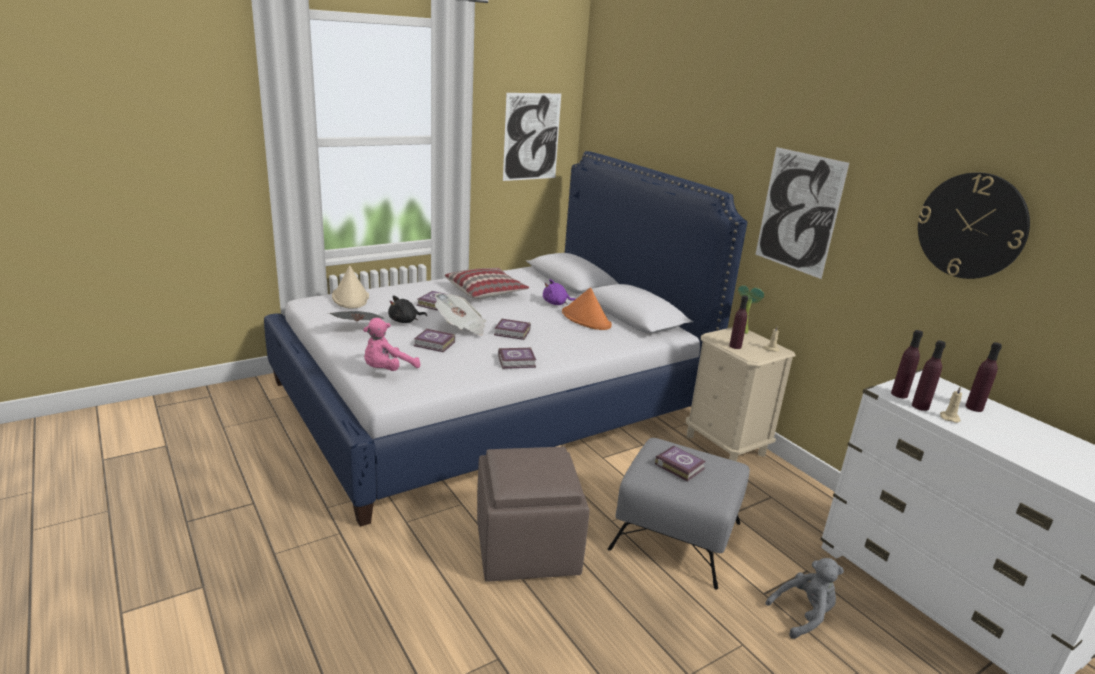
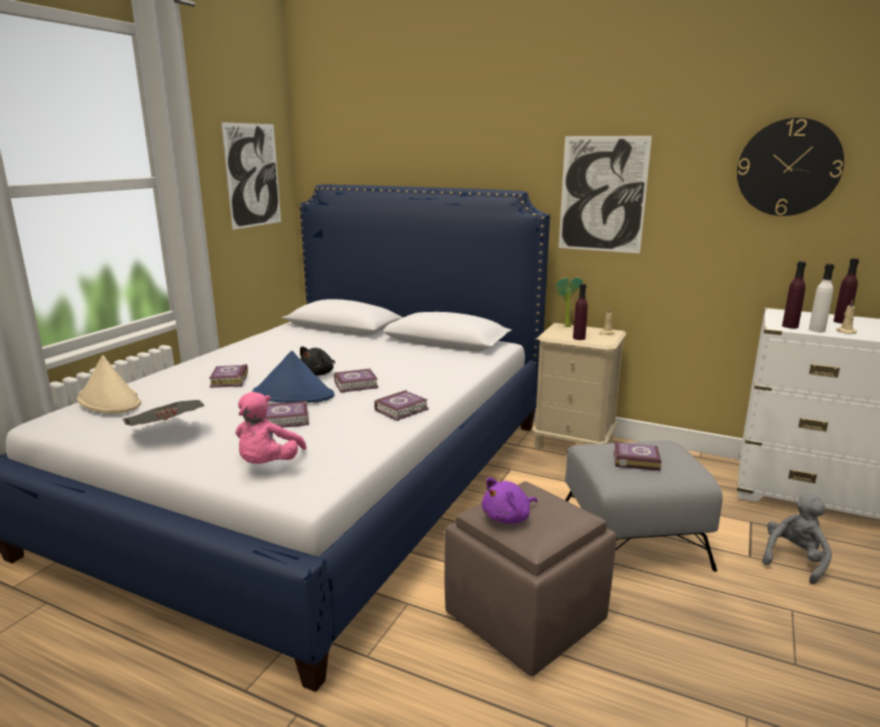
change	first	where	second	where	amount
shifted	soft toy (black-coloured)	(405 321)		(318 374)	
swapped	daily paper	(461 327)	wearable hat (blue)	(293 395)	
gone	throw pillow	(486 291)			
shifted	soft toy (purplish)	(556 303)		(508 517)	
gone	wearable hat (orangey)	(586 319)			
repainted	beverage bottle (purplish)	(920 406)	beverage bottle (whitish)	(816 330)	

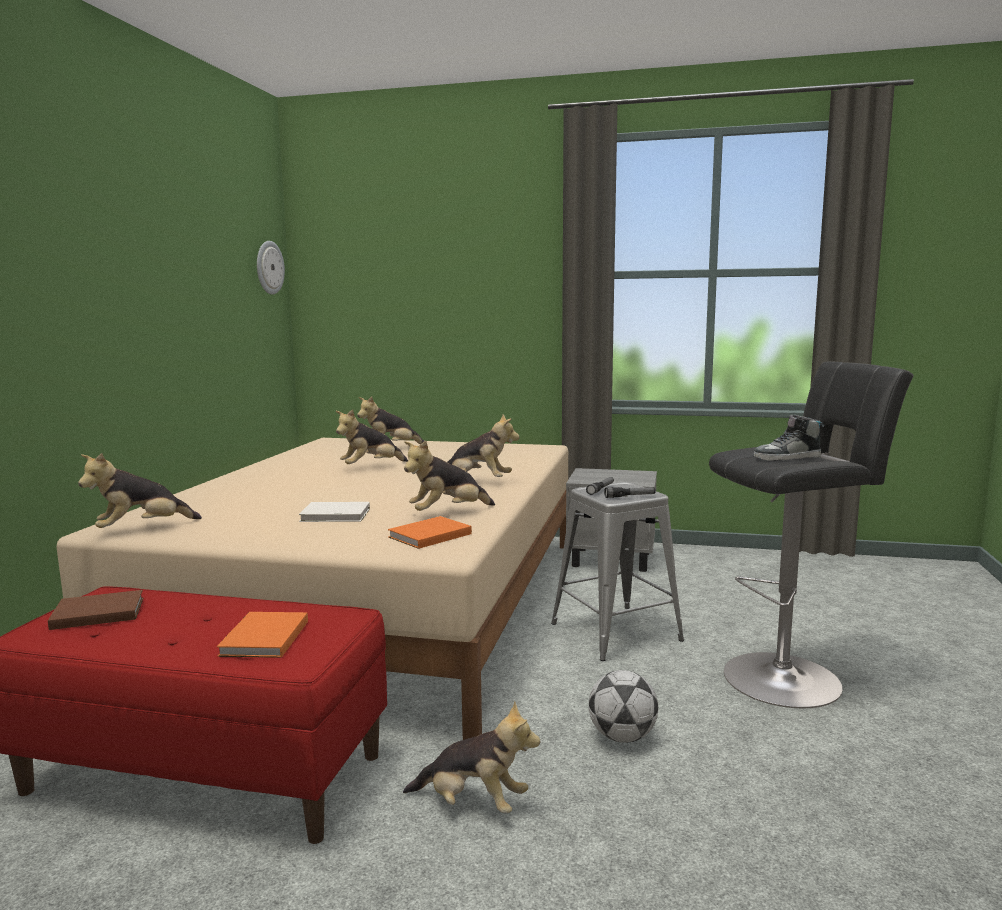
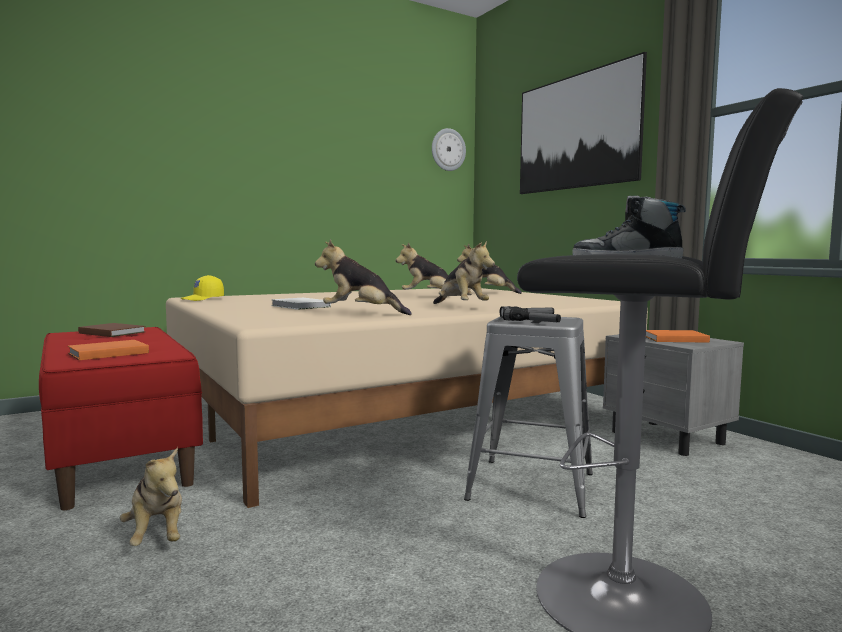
change	first	where	second	where	amount
swapped	soft toy	(141 529)	peaked cap (yellow)	(203 299)	
shifted	volume (orangey)	(427 536)		(673 339)	
gone	ball for football	(622 737)			
new			wall art	(576 132)	

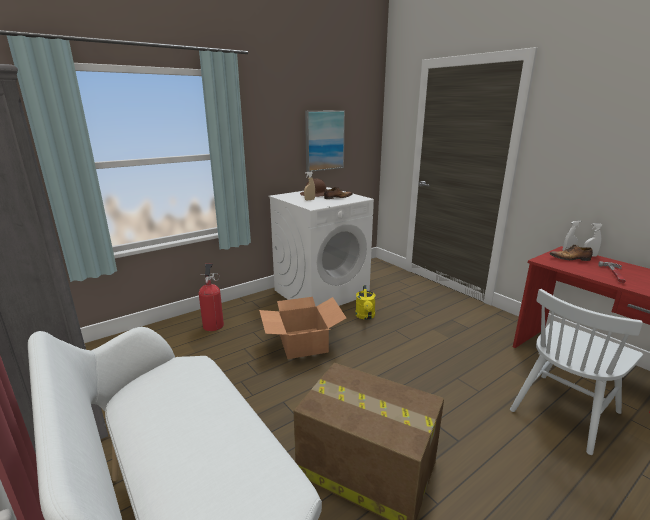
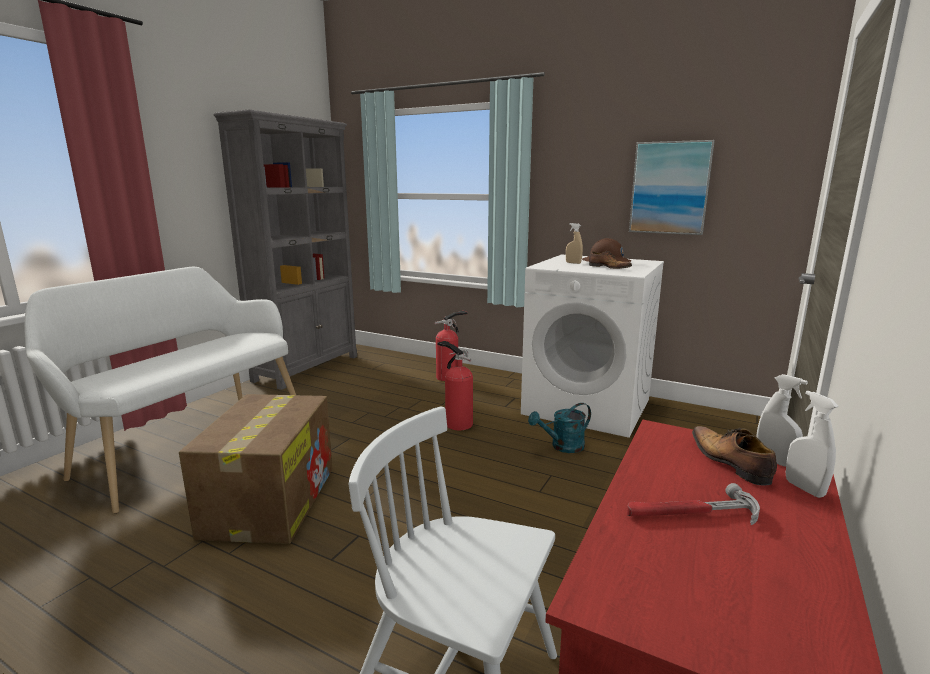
change	first	where	second	where	amount
swapped	packing box	(302 343)	fire extinguisher	(457 423)	
repainted	watering pot (yellow)	(365 316)	watering pot (turquoise-coloured)	(562 447)	

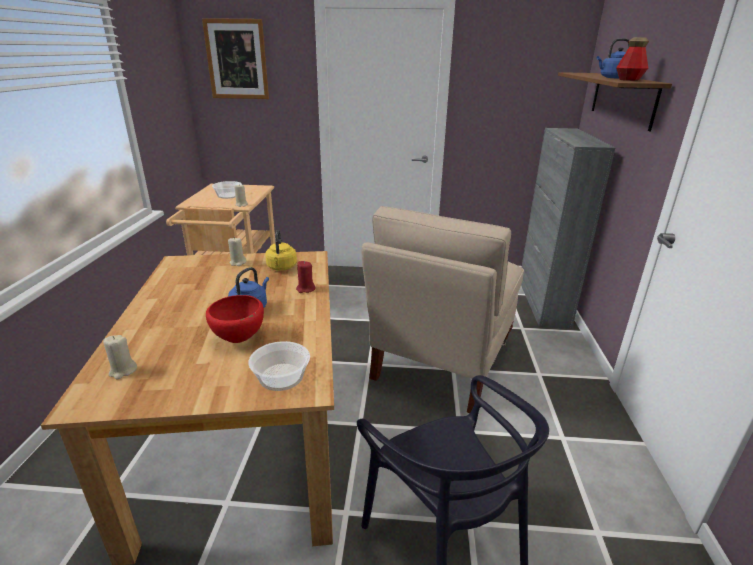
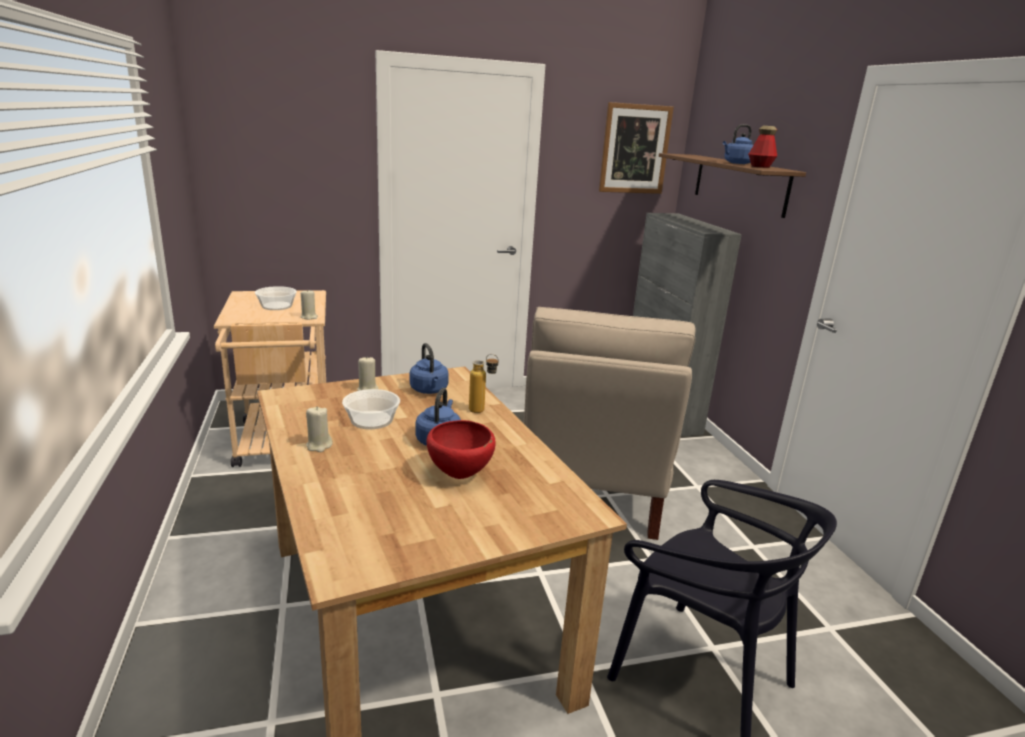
change	first	where	second	where	amount
shifted	candle (sand-coloured)	(123 371)		(319 445)	
shifted	wall art	(237 59)		(635 149)	
shifted	bowl	(281 376)		(371 419)	
repainted	kettle (yellow)	(281 267)	kettle (blue)	(429 390)	
swapped	candle (red)	(305 289)	beverage bottle	(482 411)	

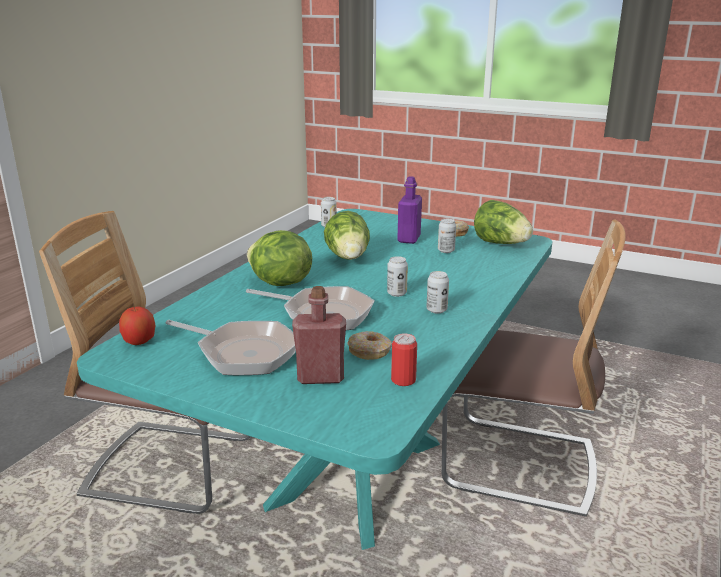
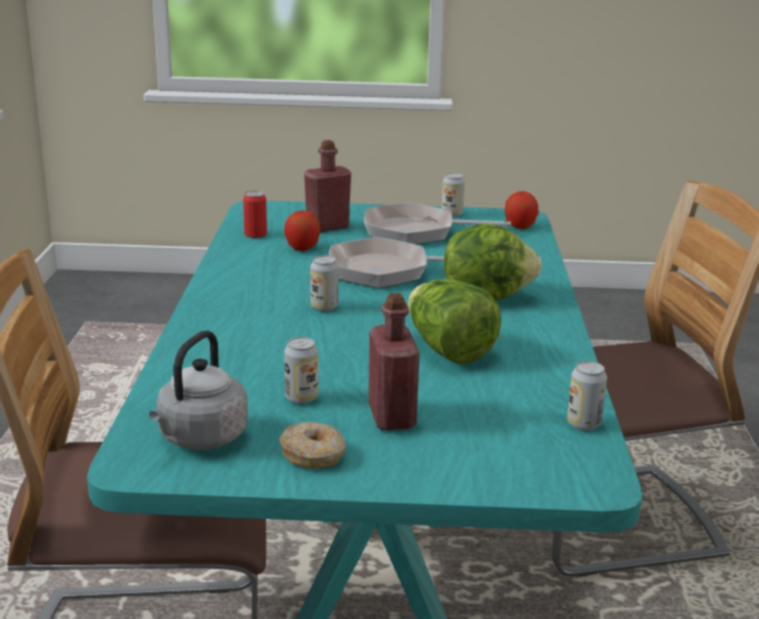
change	first	where	second	where	amount
swapped	doughnut	(370 351)	whole apple	(302 248)	
repainted	beverage bottle (purplish)	(409 239)	beverage bottle (red)	(391 416)	
shifted	sealed can	(436 310)		(452 214)	
swapped	head of lettuce	(501 244)	kettle (gray)	(200 439)	

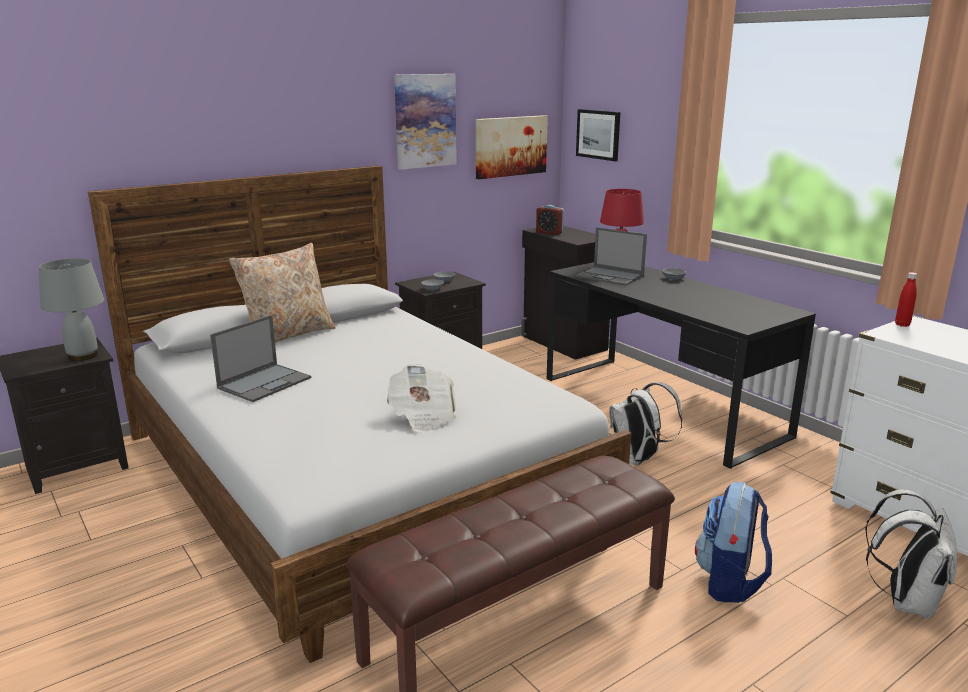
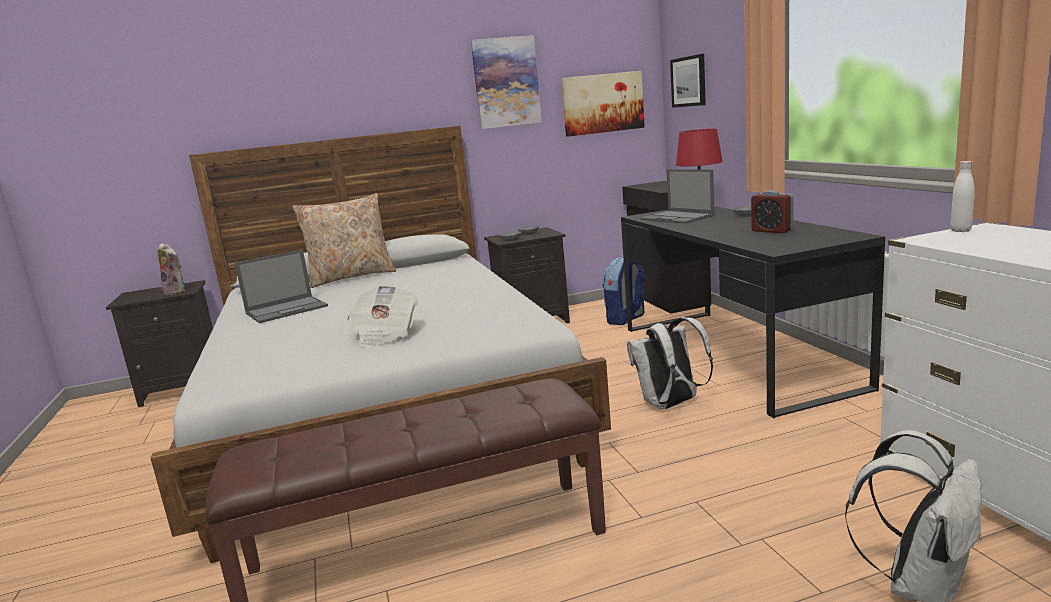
change	first	where	second	where	amount
swapped	tabletop lamp (gray)	(82 356)	soft toy	(177 292)	
shifted	alarm clock	(549 232)		(772 231)	
shifted	rucksack	(730 582)		(626 319)	
repainted	beverage bottle (red)	(902 325)	beverage bottle (whitish)	(960 230)	

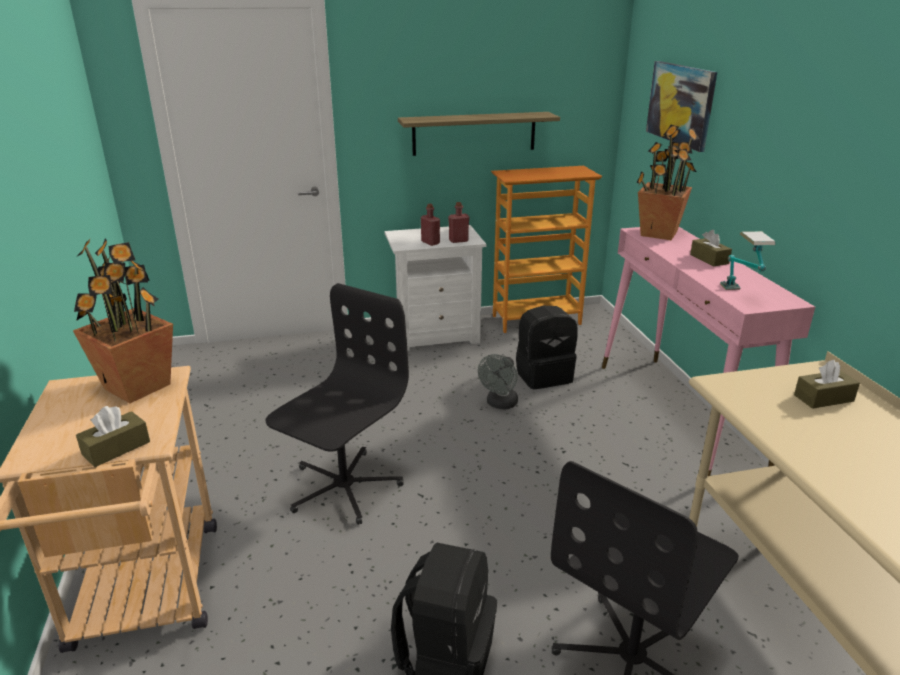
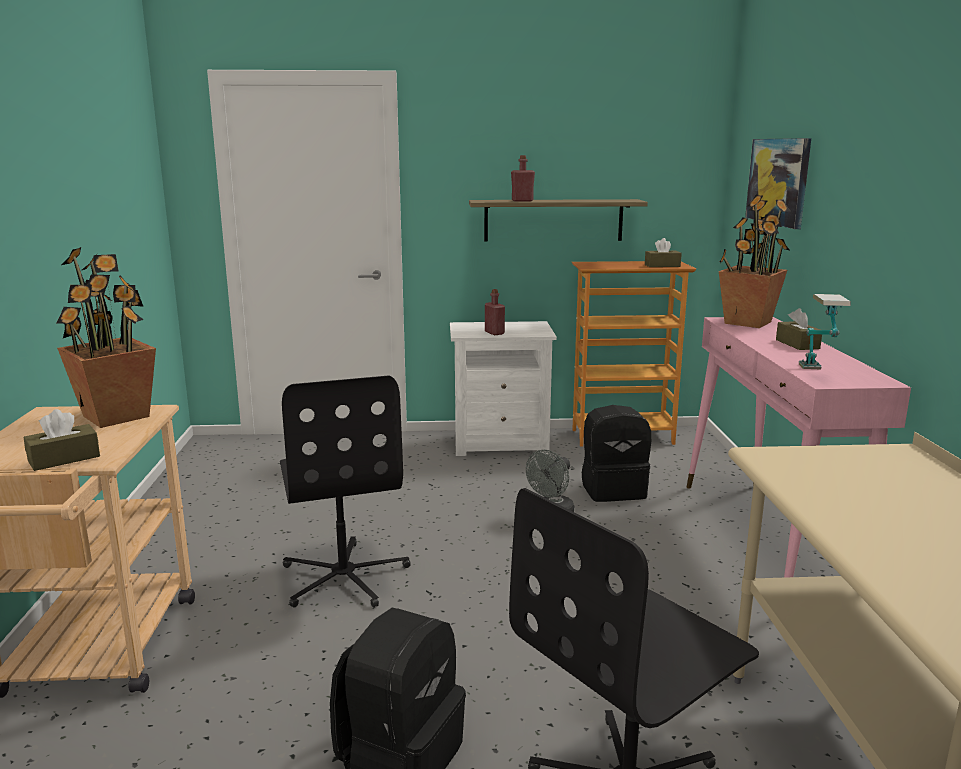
change	first	where	second	where	amount
rotated	desk chair (black-coloured)	(343 487)		(344 576)	120 degrees clockwise
shifted	beverage bottle (red)	(458 240)		(522 201)	
shifted	tissue box (brownish)	(823 398)		(662 265)	

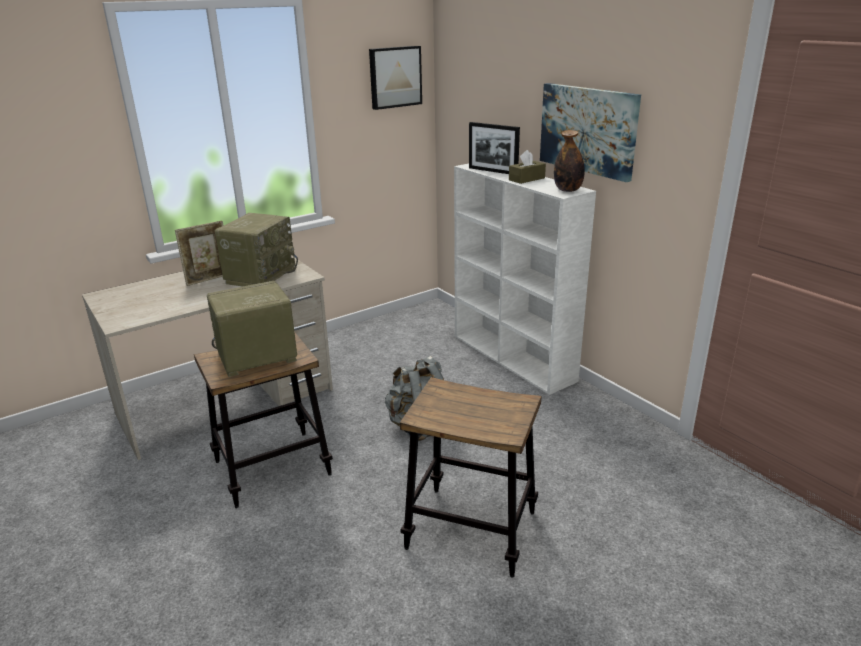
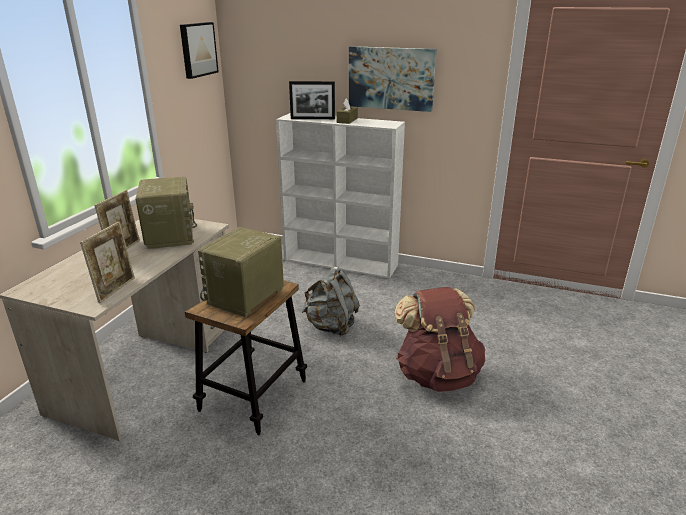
change	first	where	second	where	amount
swapped	stool	(471 530)	rucksack (brownish)	(437 374)	
gone	beverage bottle	(568 190)			
new			picture frame	(115 289)	

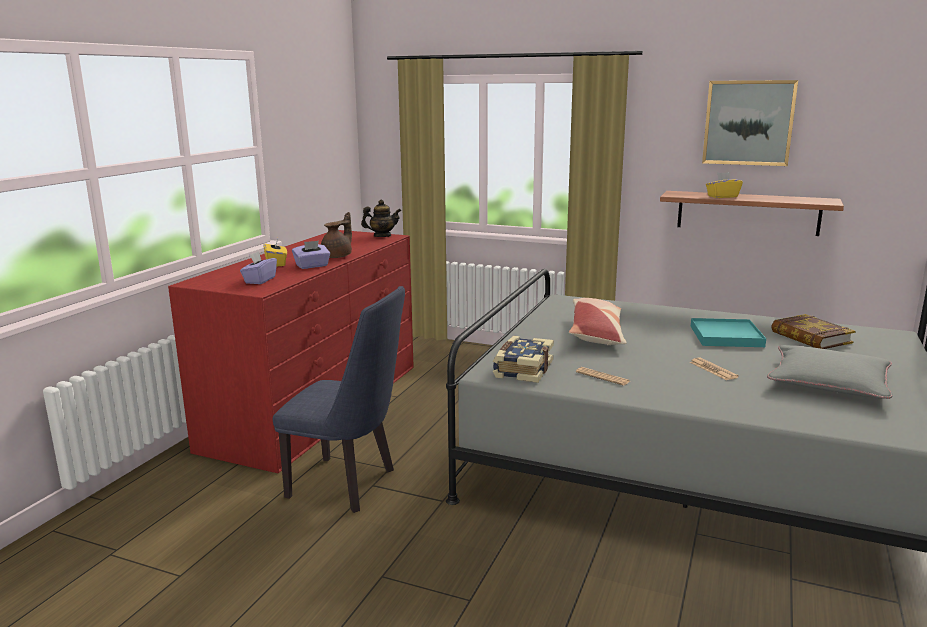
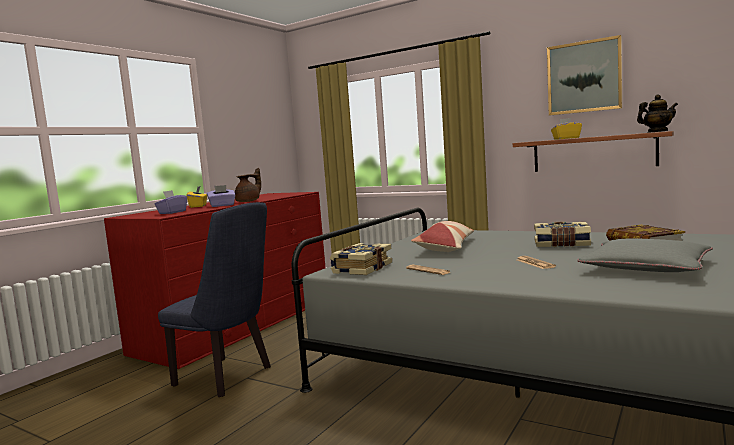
change	first	where	second	where	amount
shifted	tea pot	(382 236)		(657 131)	
swapped	tray (turquoise-coloured)	(726 336)	volume	(561 244)	

